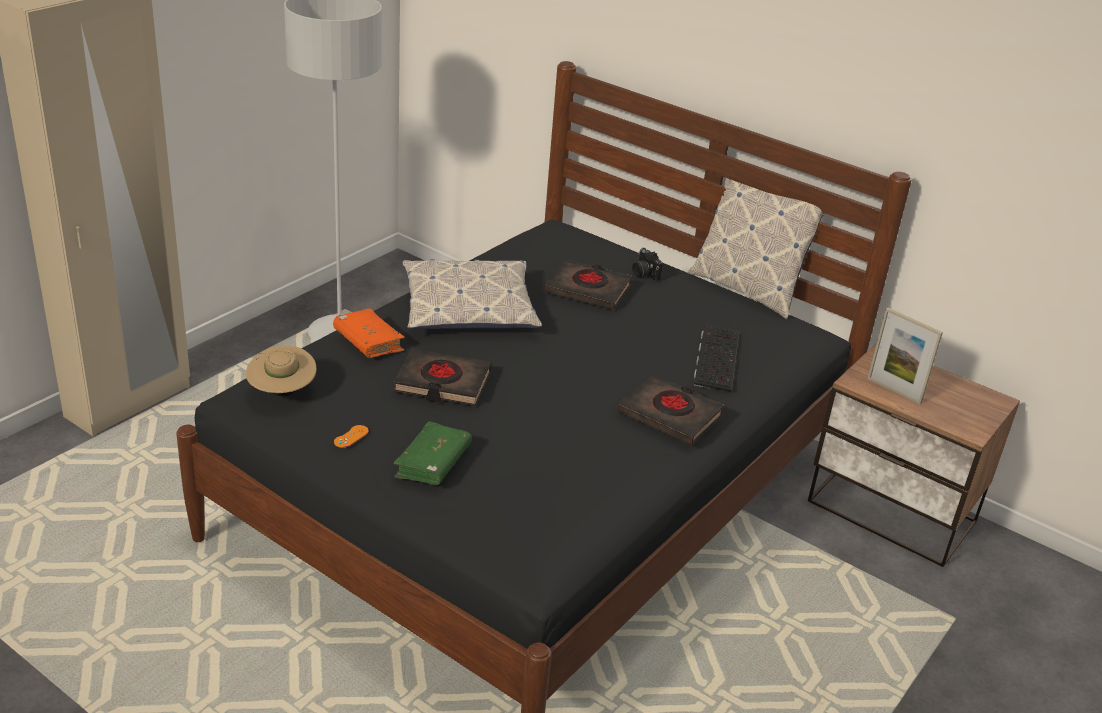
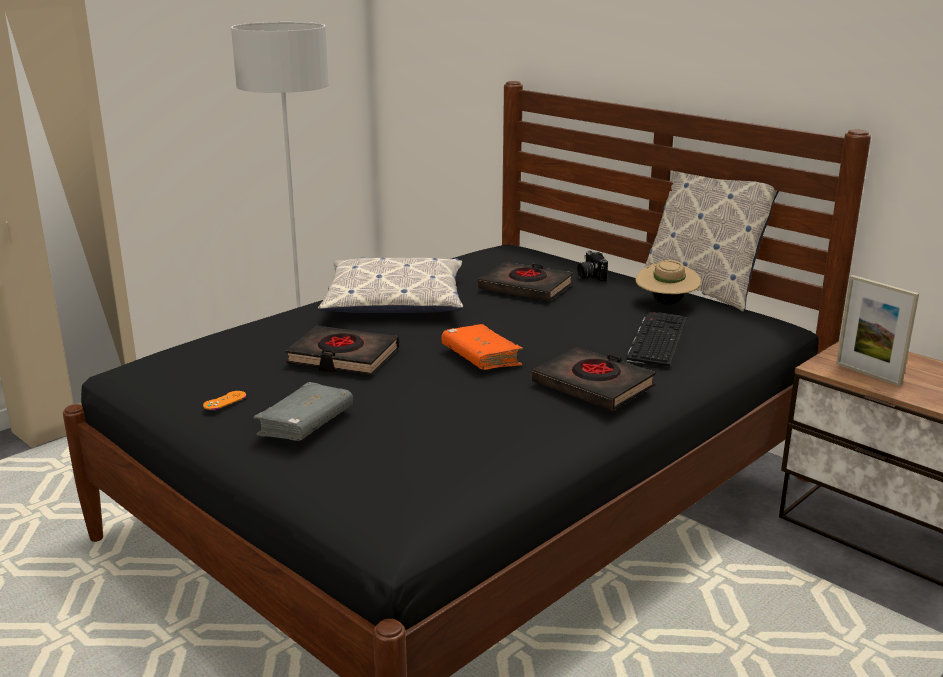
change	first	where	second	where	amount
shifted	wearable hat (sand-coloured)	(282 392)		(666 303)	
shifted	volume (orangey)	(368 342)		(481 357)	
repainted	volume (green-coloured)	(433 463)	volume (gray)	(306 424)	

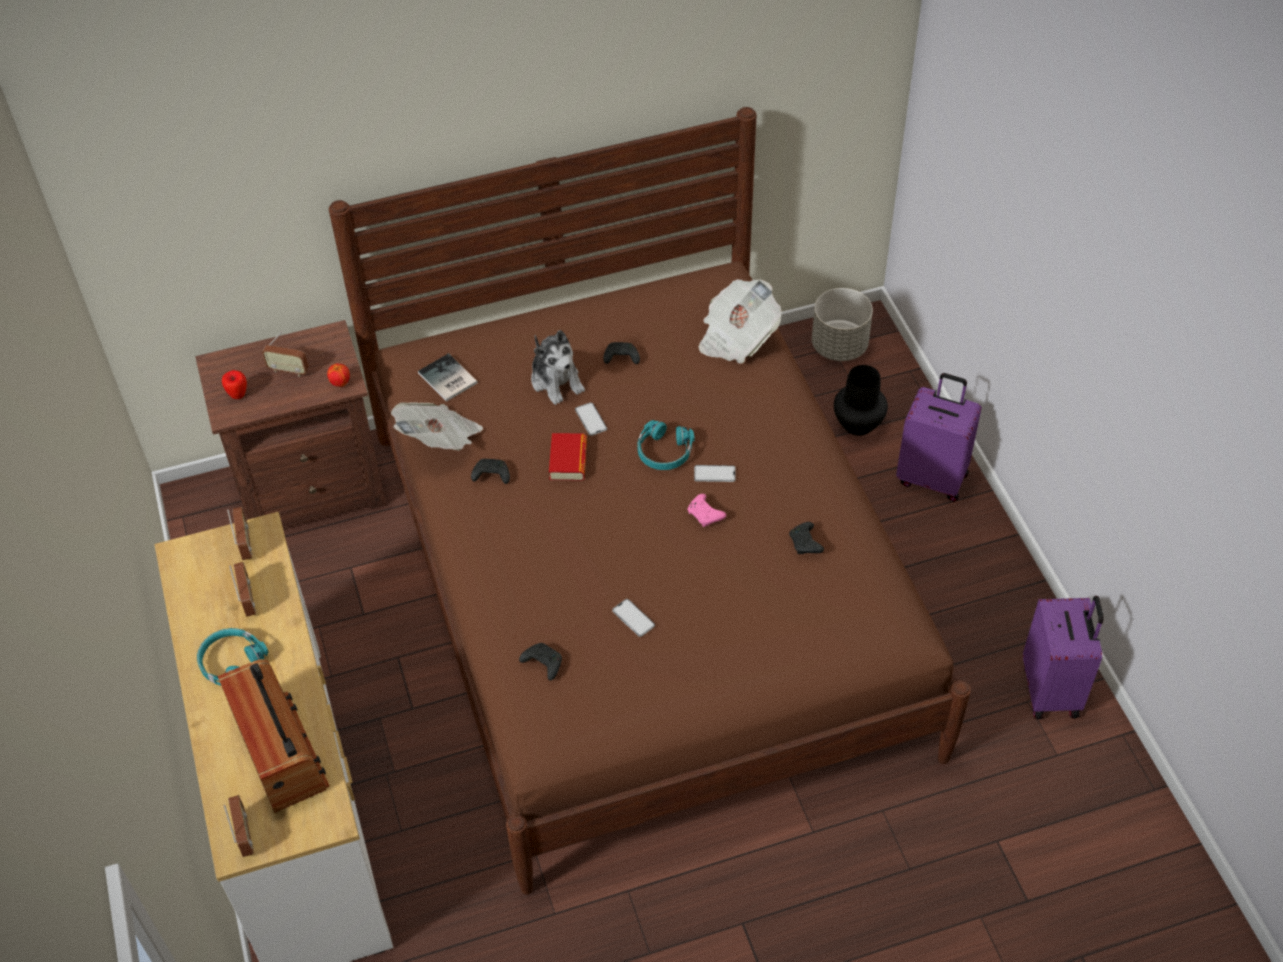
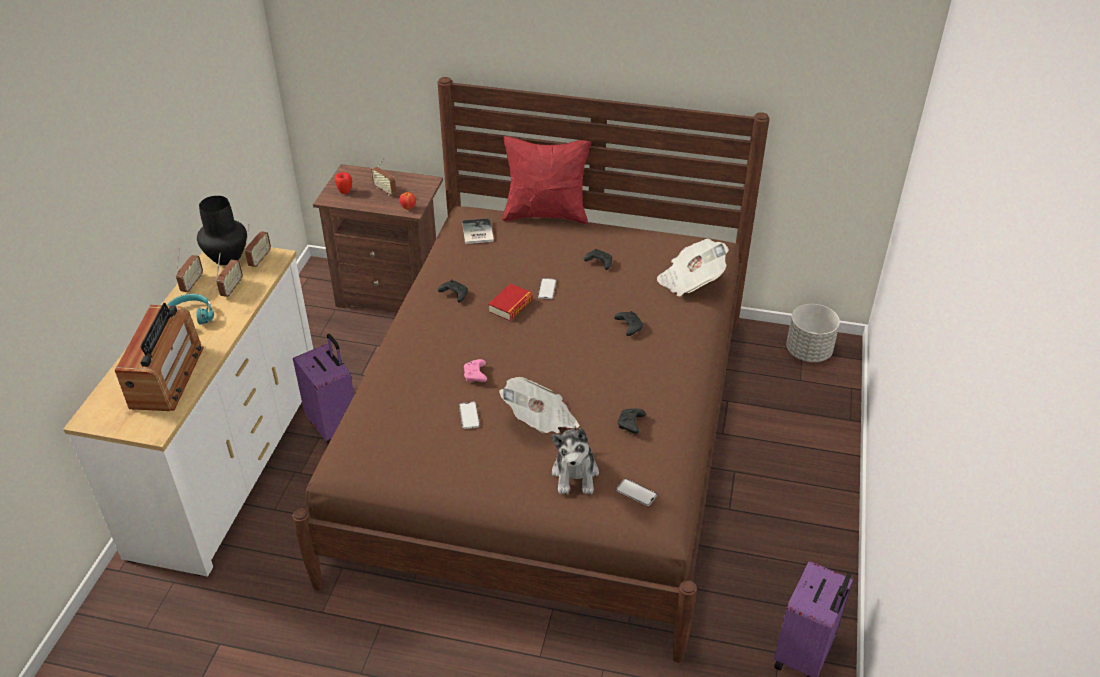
change	first	where	second	where	amount
shifted	radio receiver	(244 835)		(192 284)	
shifted	daily paper	(440 440)		(540 421)	
shifted	gamepad (black-coloured)	(542 663)		(628 326)	
shifted	soft toy	(556 381)		(575 474)	
gone	pair of headphones (turquoise-coloured)	(664 452)			
shifted	gamepad (pink)	(705 515)		(476 375)	
shifted	telephone	(714 474)		(636 492)	
shifted	flower vase (black-coloured)	(858 424)		(226 257)	
shifted	suitcase (purplish)	(933 477)		(334 426)	
new			throw pillow (red)	(546 214)	

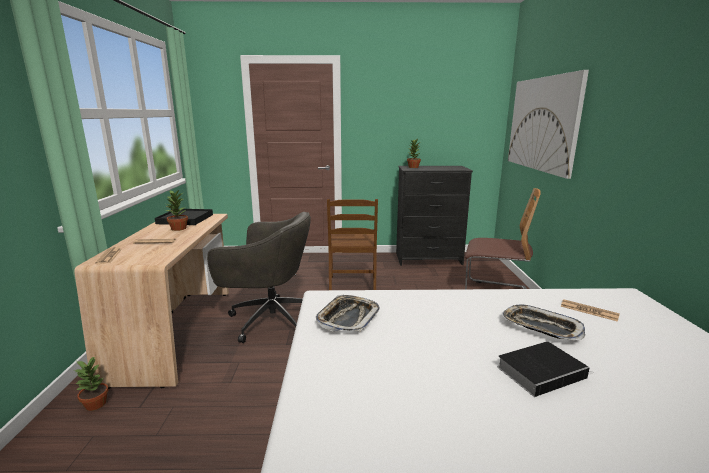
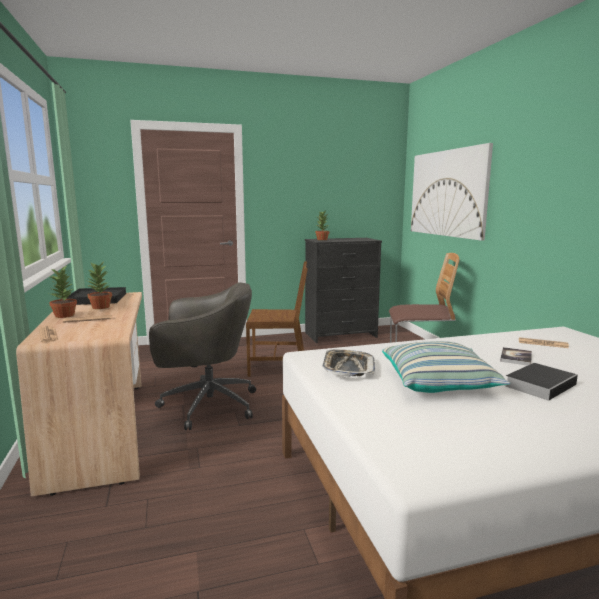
change	first	where	second	where	amount
shifted	plant in a pot	(96 404)		(65 315)	
rotated	upright chair (brownish)	(353 287)		(278 366)	75 degrees counterclockwise
swapped	tray	(541 327)	volume	(516 357)	
new			throw pillow	(439 383)	

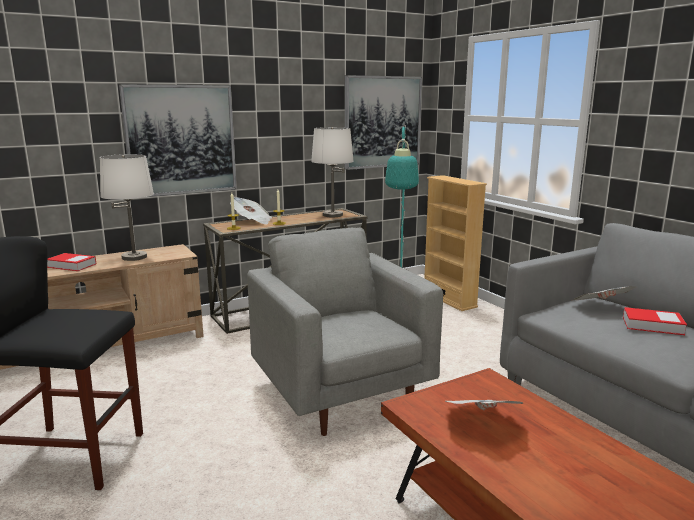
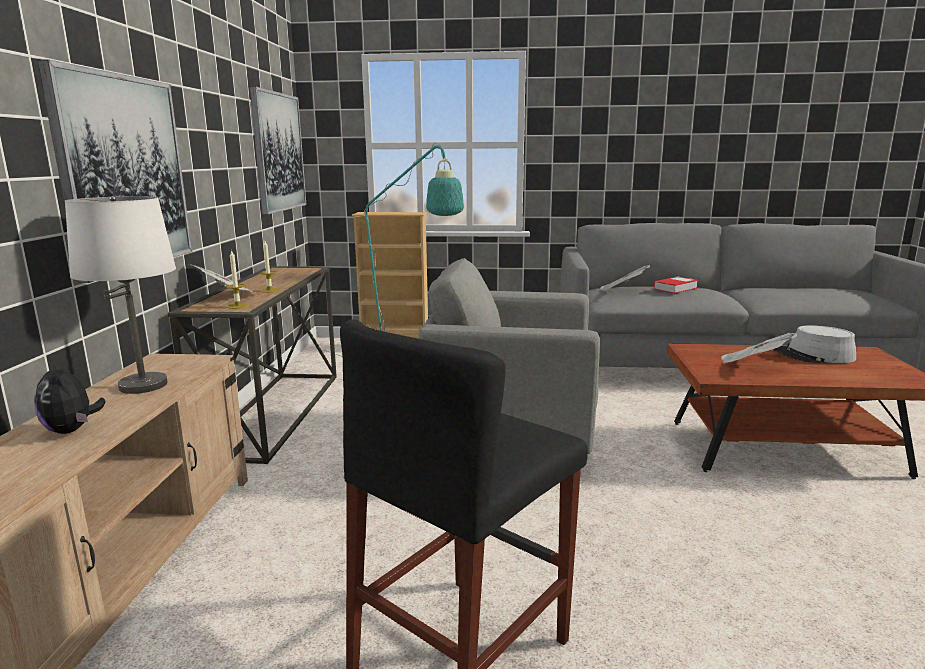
change	first	where	second	where	amount
swapped	volume	(72 265)	soft toy	(72 430)	
gone	tabletop lamp (whitish)	(332 215)			
new			wearable hat (gray)	(813 355)	

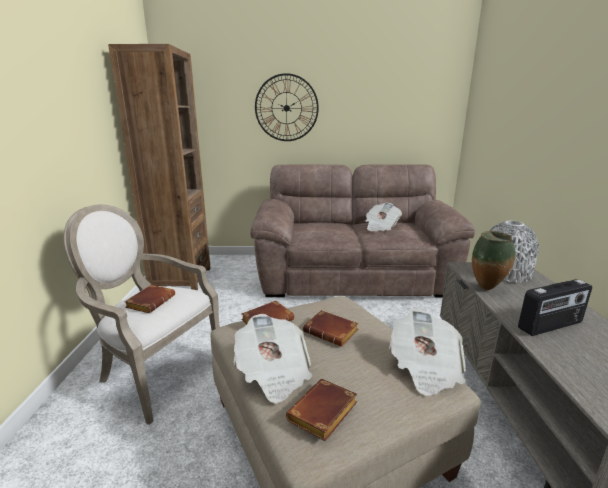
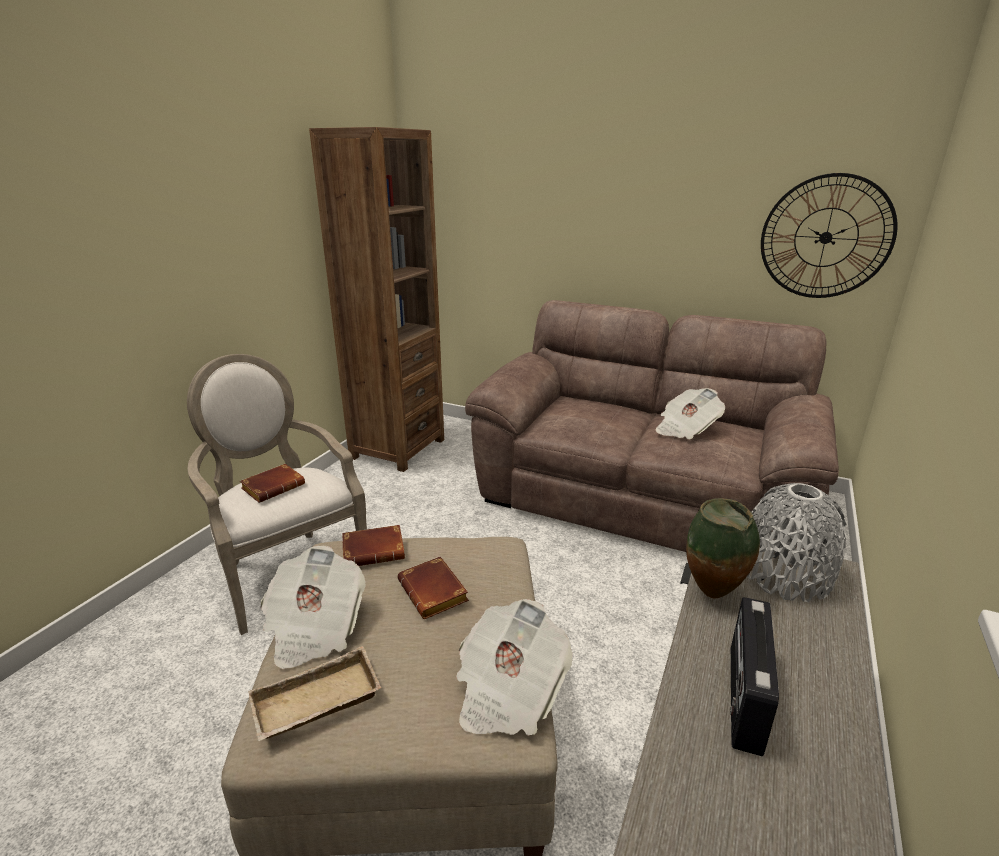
change	first	where	second	where	amount
shifted	clock on the wall	(286 108)		(825 237)	
swapped	volume (brownish)	(323 415)	tray (sand-coloured)	(316 704)	
rotated	radio receiver	(551 326)		(743 698)	105 degrees clockwise

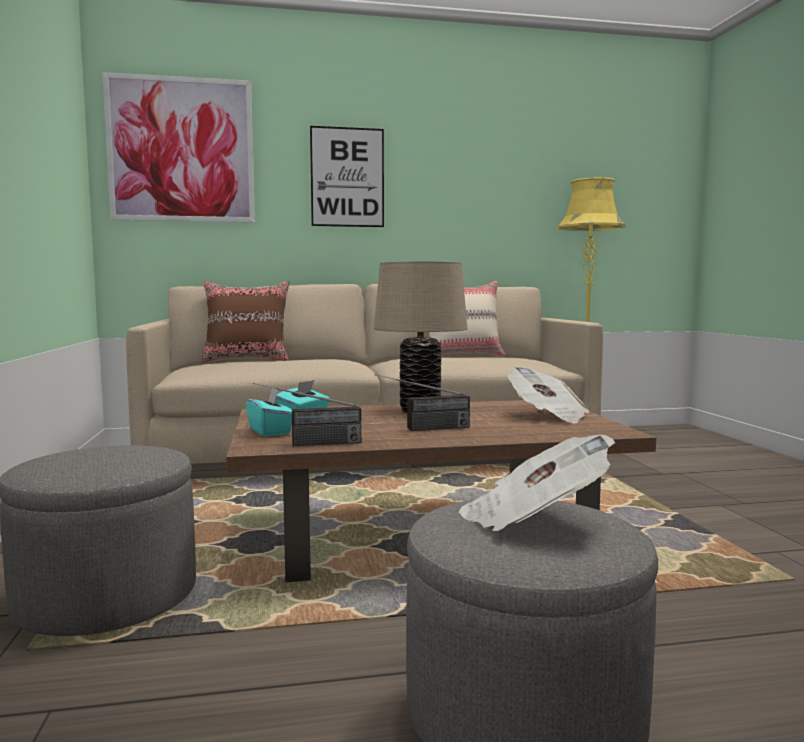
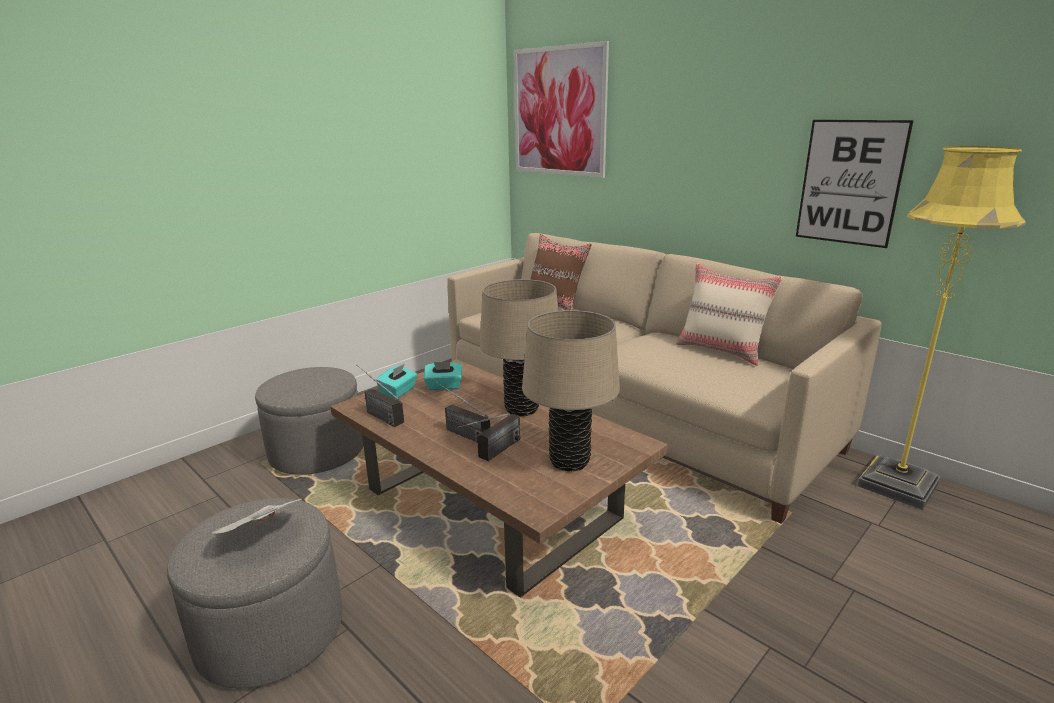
change	first	where	second	where	amount
shifted	wall art	(347 177)		(850 183)	
swapped	daily paper	(548 416)	tabletop lamp (sand-coloured)	(569 461)	
new			radio receiver	(492 454)	

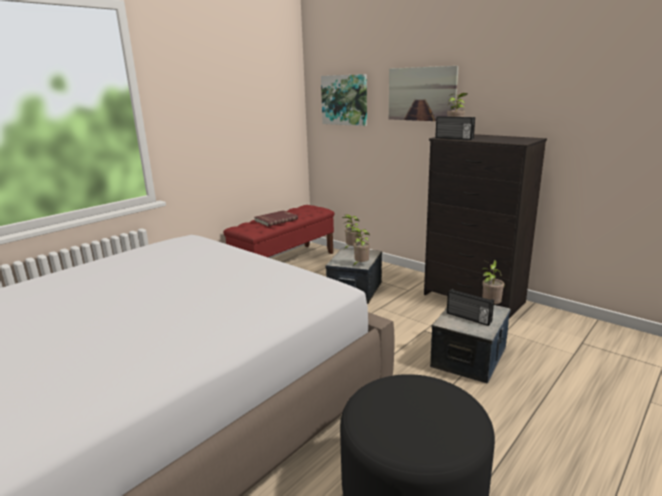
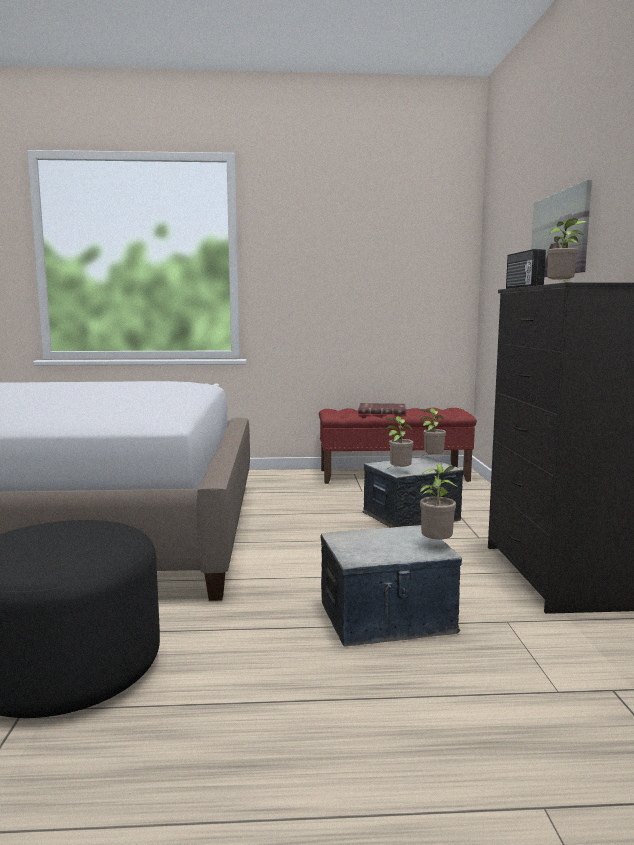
change	first	where	second	where	amount
gone	wall art	(345 100)			
gone	radio receiver	(468 318)			

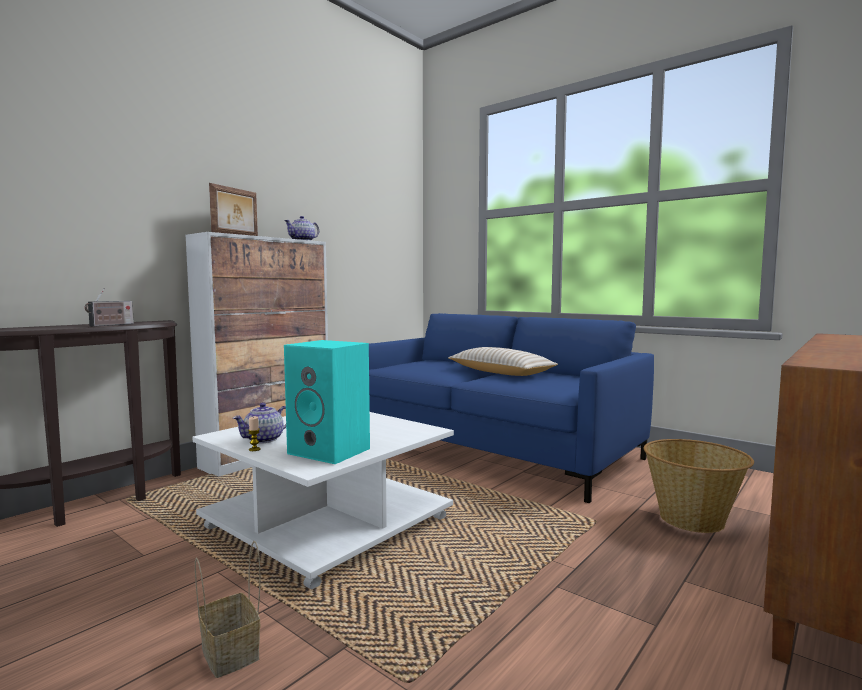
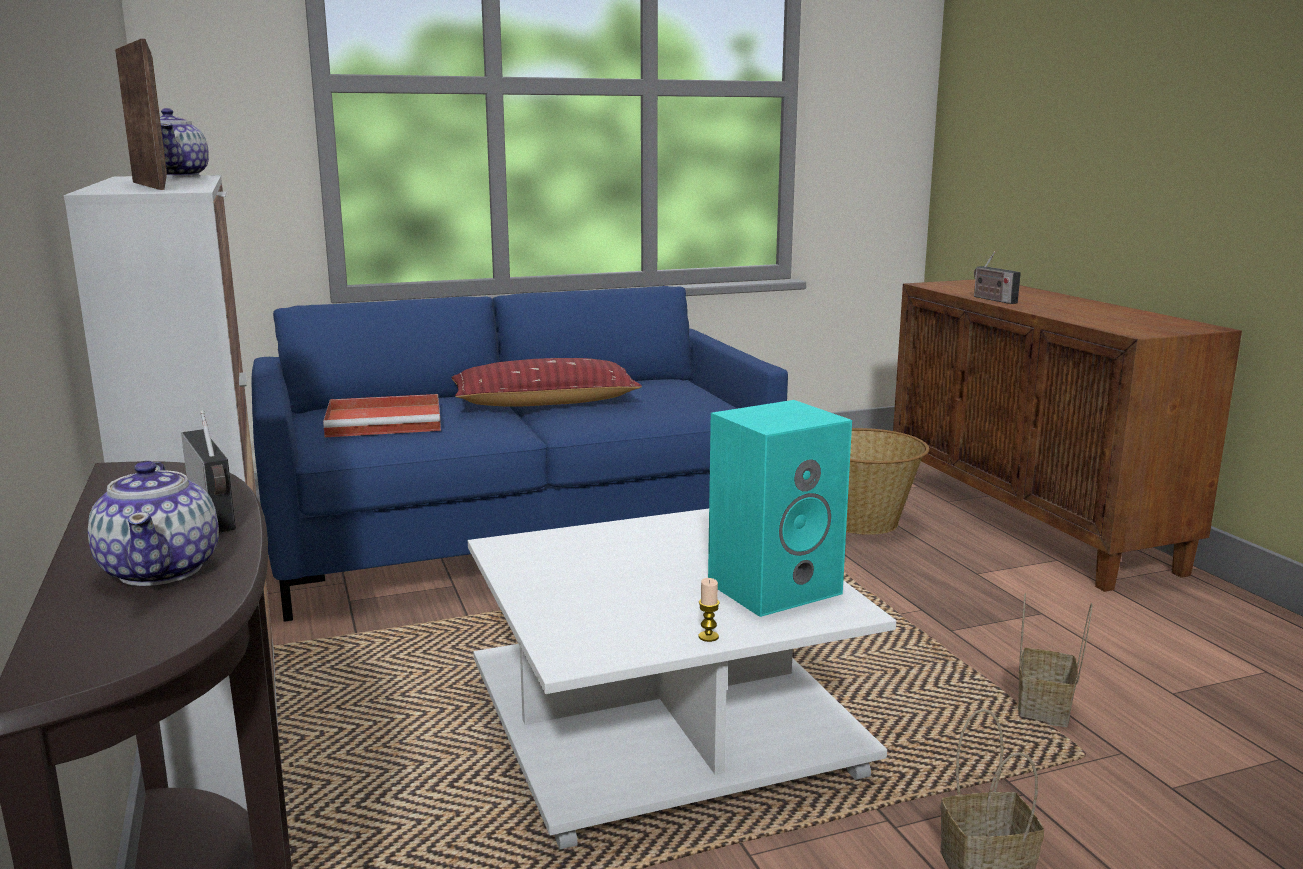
change	first	where	second	where	amount
shifted	tea pot	(264 439)		(162 569)	
repainted	throw pillow (sand-coloured)	(500 373)	throw pillow (red)	(545 403)	
new			tray (red)	(387 421)	
new			radio receiver	(992 299)	
new			storage basket	(1045 709)	

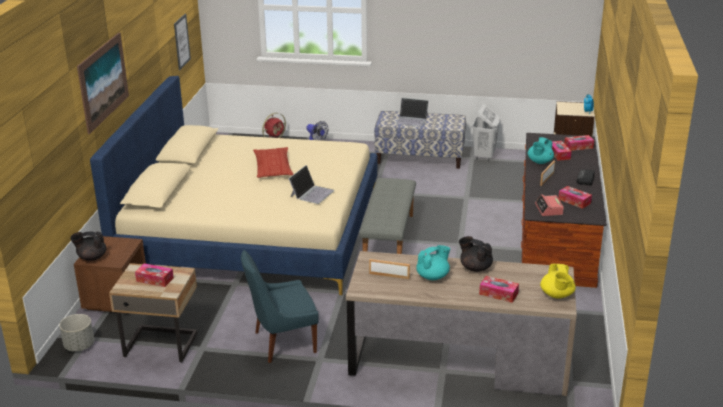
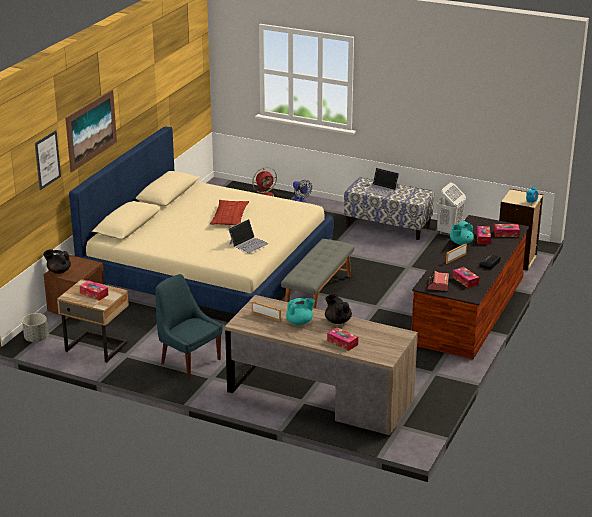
change	first	where	second	where	amount
shifted	wall art	(181 41)		(47 160)	
rotated	upright chair (blue)	(282 343)		(189 361)	45 degrees clockwise
gone	tea pot (yellow)	(557 295)			

